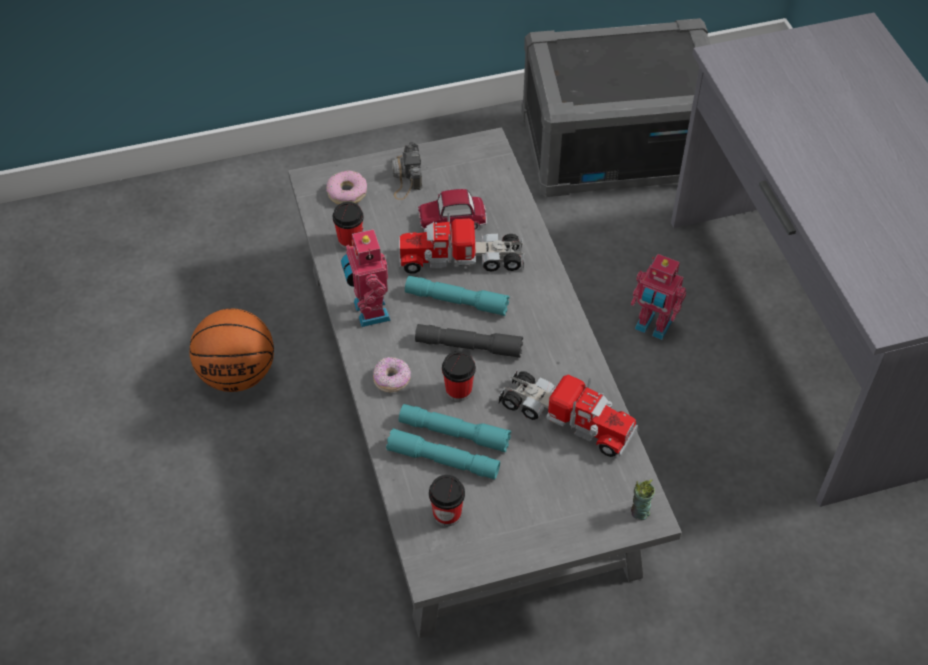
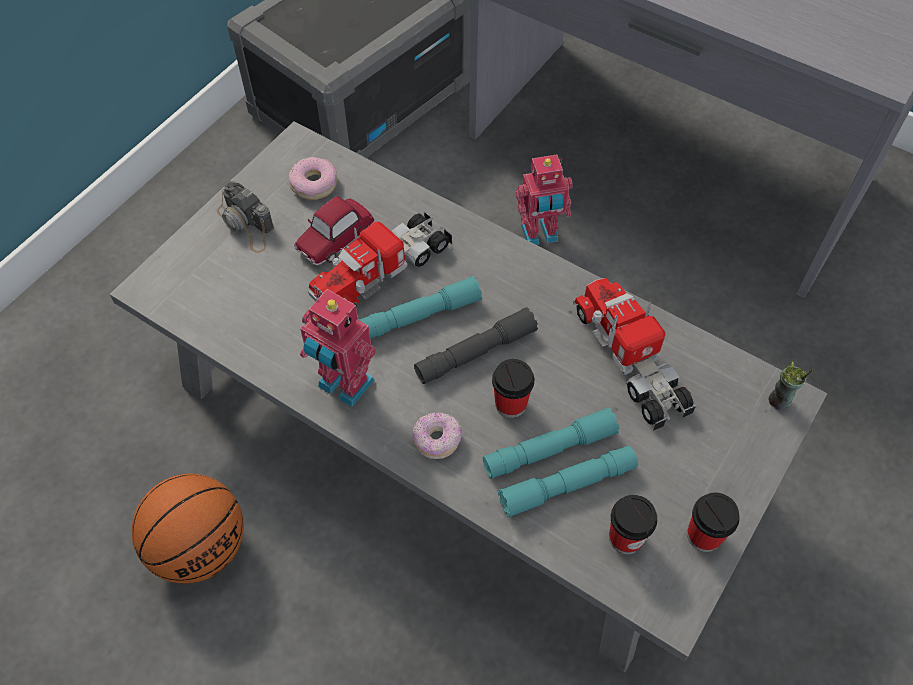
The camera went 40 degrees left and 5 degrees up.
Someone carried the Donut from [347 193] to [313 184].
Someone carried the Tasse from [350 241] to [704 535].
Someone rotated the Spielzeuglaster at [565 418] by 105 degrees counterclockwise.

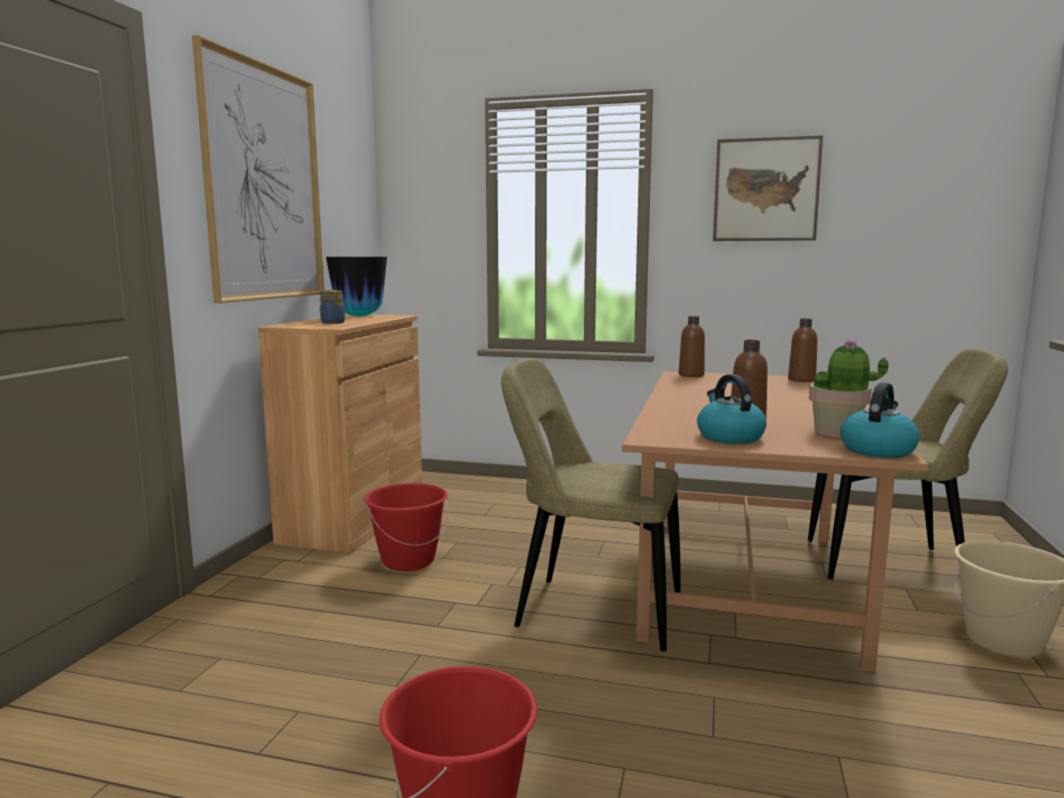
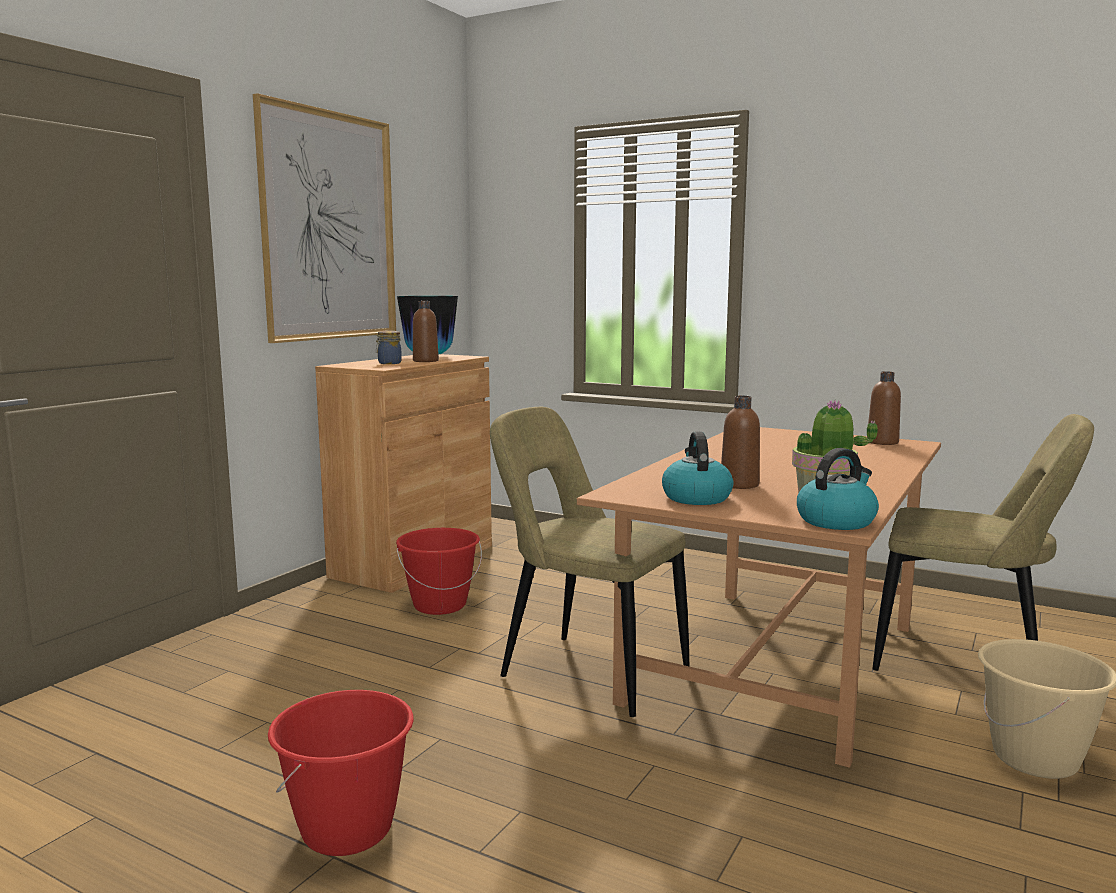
The camera went 15 degrees right and 0 degrees up.
Someone took away the Bild at [766 190].
Someone carried the Flasche/braun from [691 375] to [425 361].

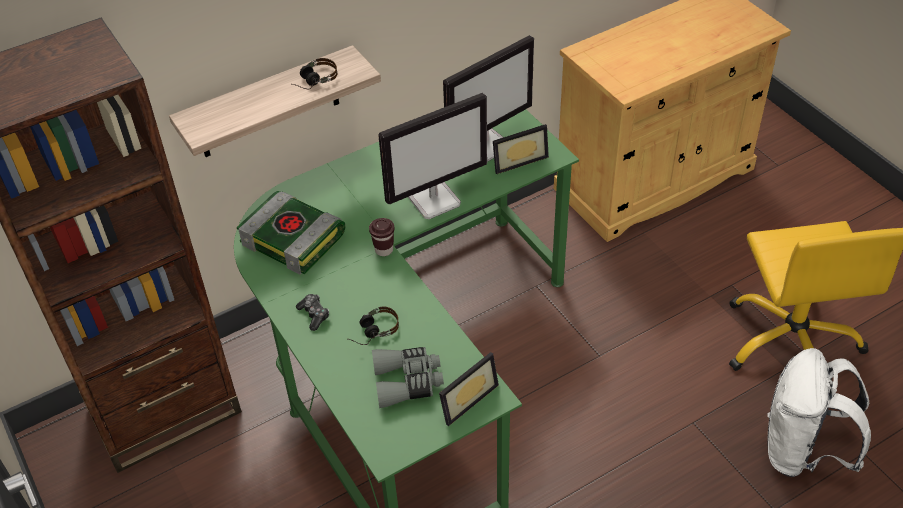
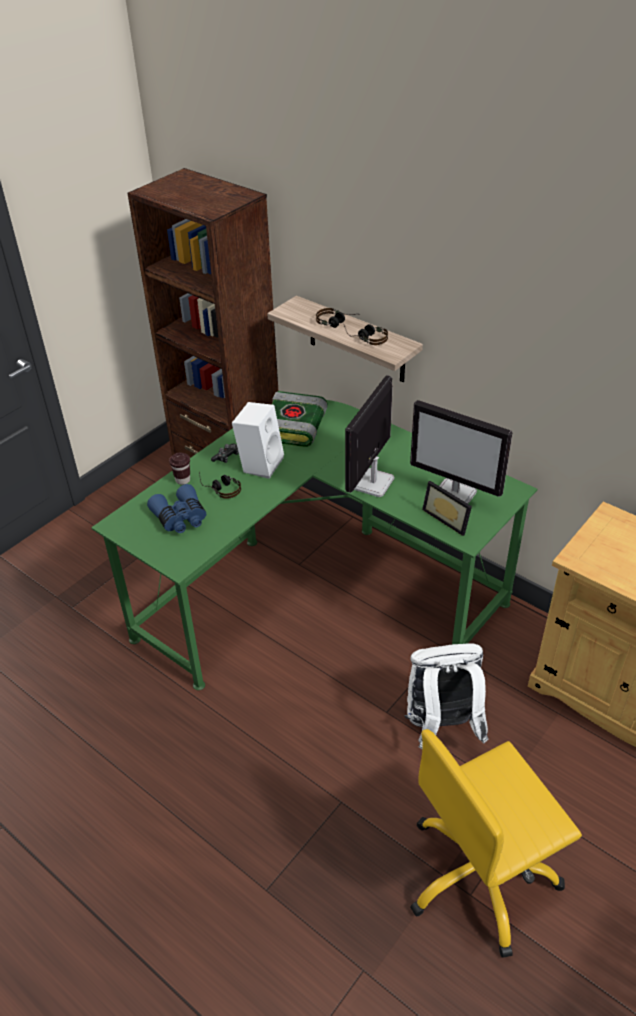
The camera went 70 degrees right and 5 degrees down.
Someone took away the Bilderrahmen at [464 398].
Someone put down the Lautsprecher/weiß at [260 463].
Someone put down the Kopfhörer at [337 323].
Someone carried the Tasse/braun from [384 250] to [182 480].
Someone carried the Rucksack/weiß from [802 451] to [441 727].
Someone repainted the Fernglas/grau at [408 381], which became the Fernglas/blau at [180 518].
Someone rotated the Monitor at [435 200] by 75 degrees clockwise.

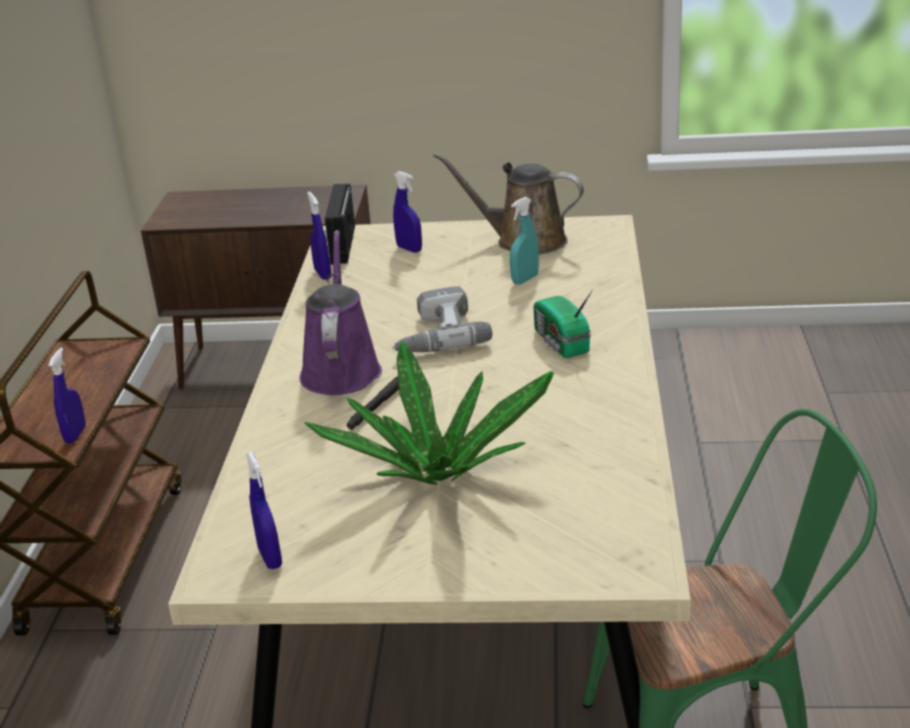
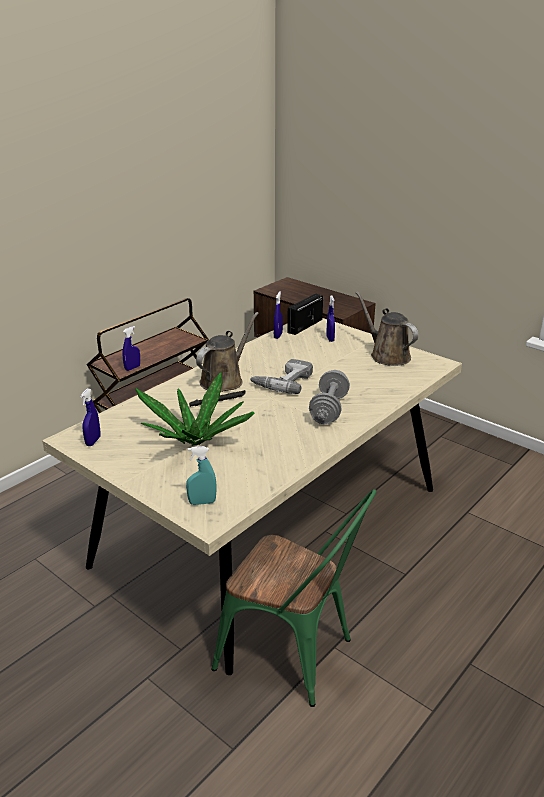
The camera went 35 degrees right and 0 degrees up.
Someone carried the Sprühflasche/türkis from [525 279] to [202 502].
Someone swapped the Radio at [560 343] for the Hantel/grau at [329 409].
Someone repainted the Gießkanne/lila at [341 369], which became the Gießkanne/braun at [224 380].

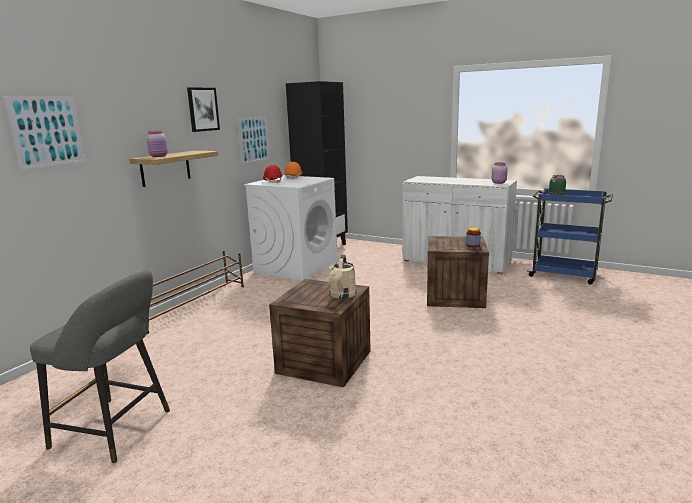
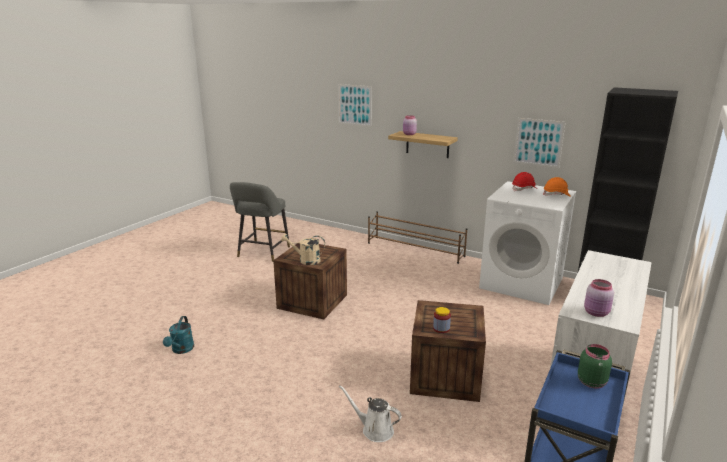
The camera went 90 degrees right and 5 degrees up.
Someone took away the Bild at [203 109].
Someone put down the Gießkanne/türkis at [181 350].
Someone put down the Gießkanne/weiß at [374 430].

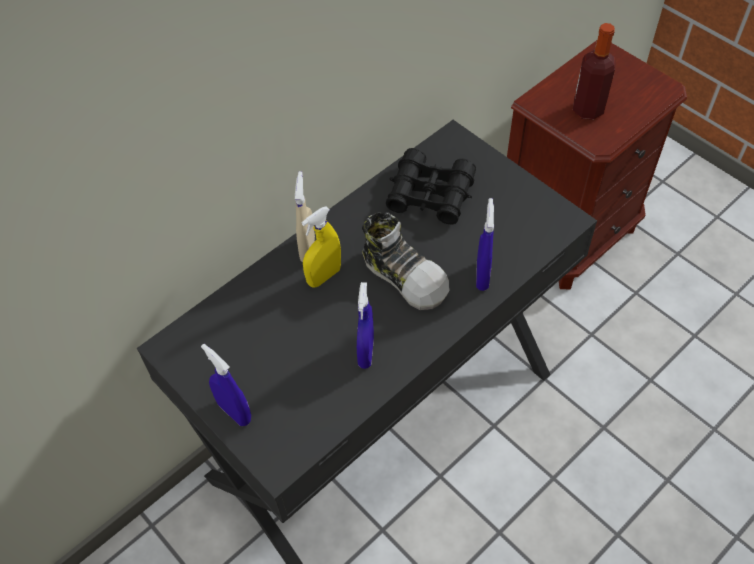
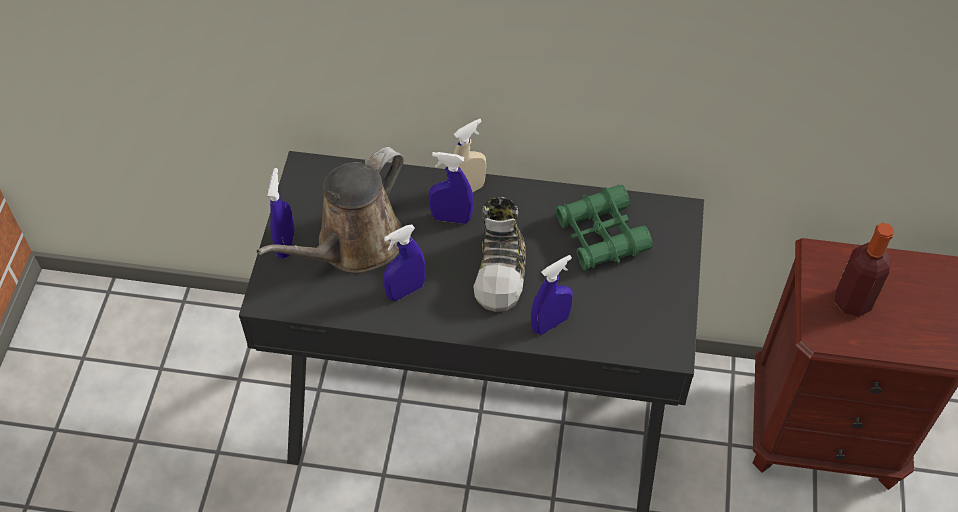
The camera went 50 degrees right and 0 degrees up.
Someone put down the Gießkanne/braun at [354 245].
Someone repainted the Sprühflasche/gelb at [324 276], which became the Sprühflasche/blau at [451 218].
Someone repainted the Fernglas/schwarz at [430 195], which became the Fernglas/grün at [601 235].

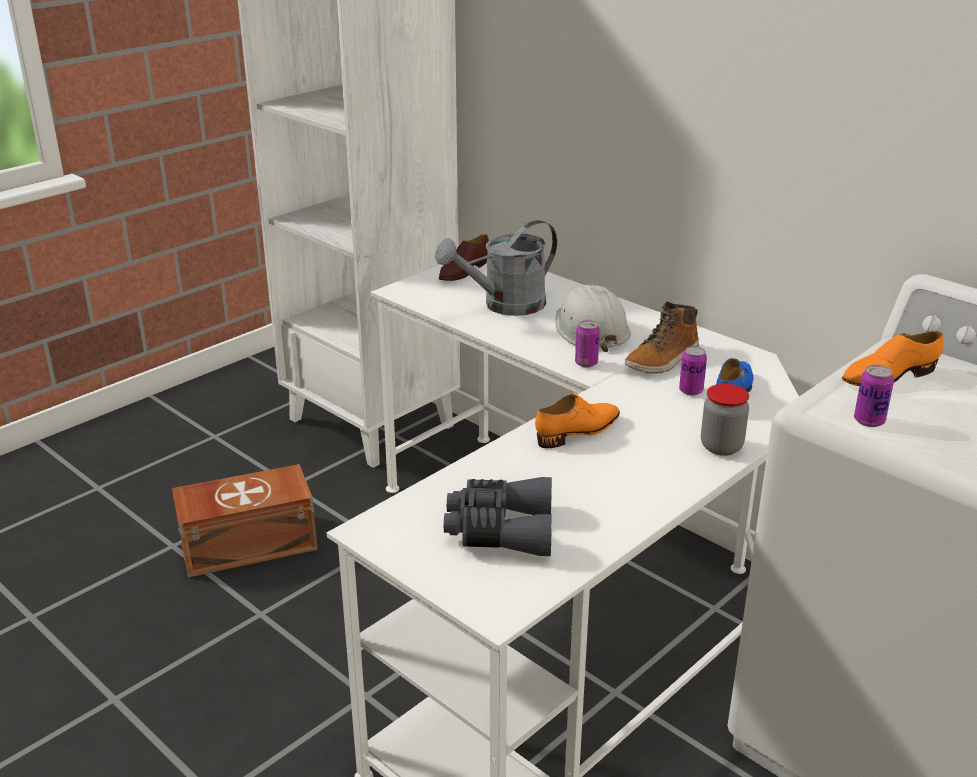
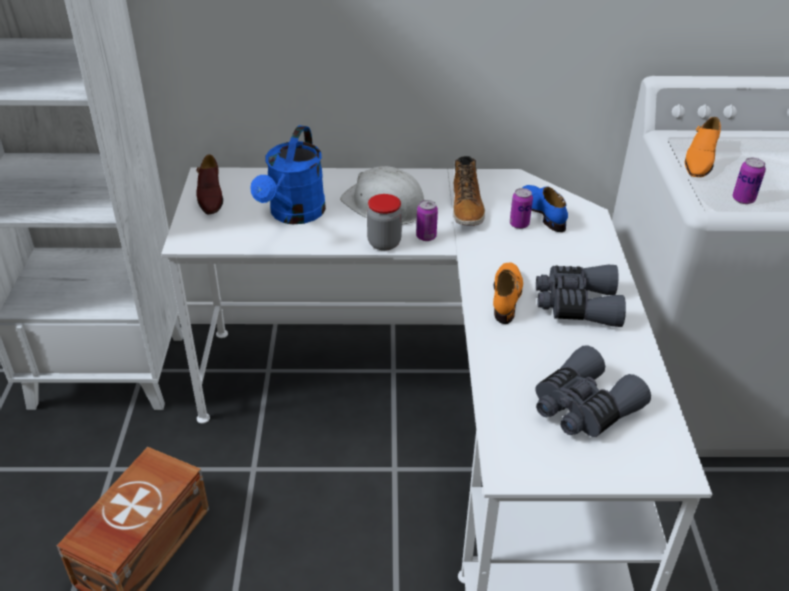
The camera went 45 degrees left and 10 degrees up.
Someone put down the Fernglas/grau at [577 305].
Someone carried the Vorratsglas from [721 447] to [384 243].
Someone repainted the Gießkanne/grau at [504 306], which became the Gießkanne/blau at [294 215].

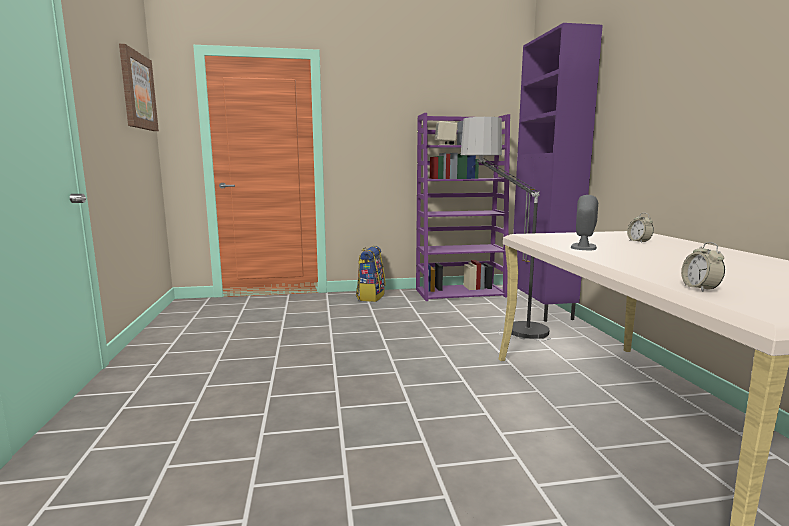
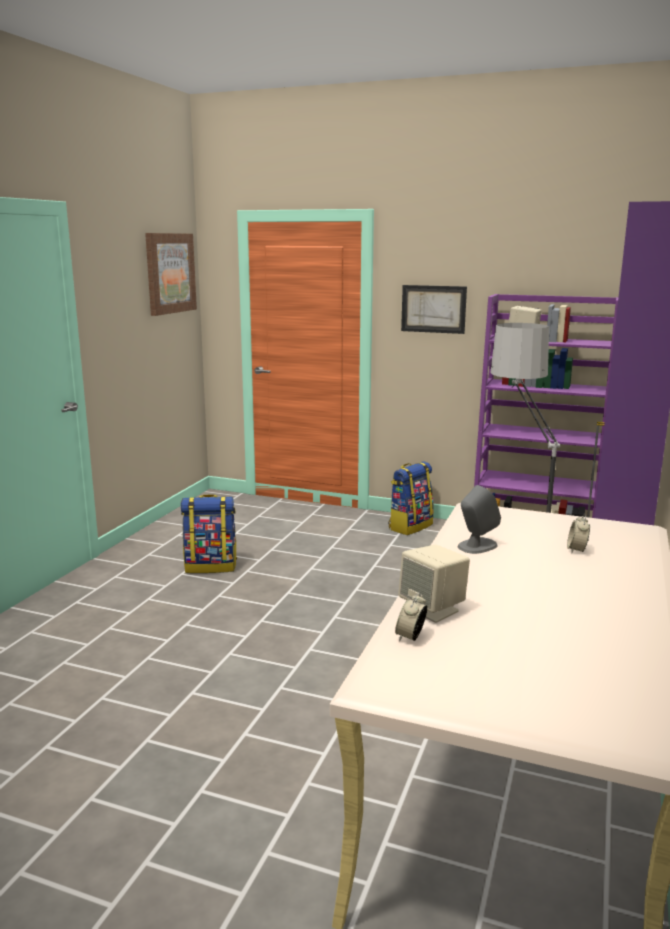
The camera went 30 degrees right and 5 degrees up.
Someone put down the Rucksack at [211 566].
Someone put down the Lautsprecher/beige at [433 609].
Someone put up the Bild at [433 309].

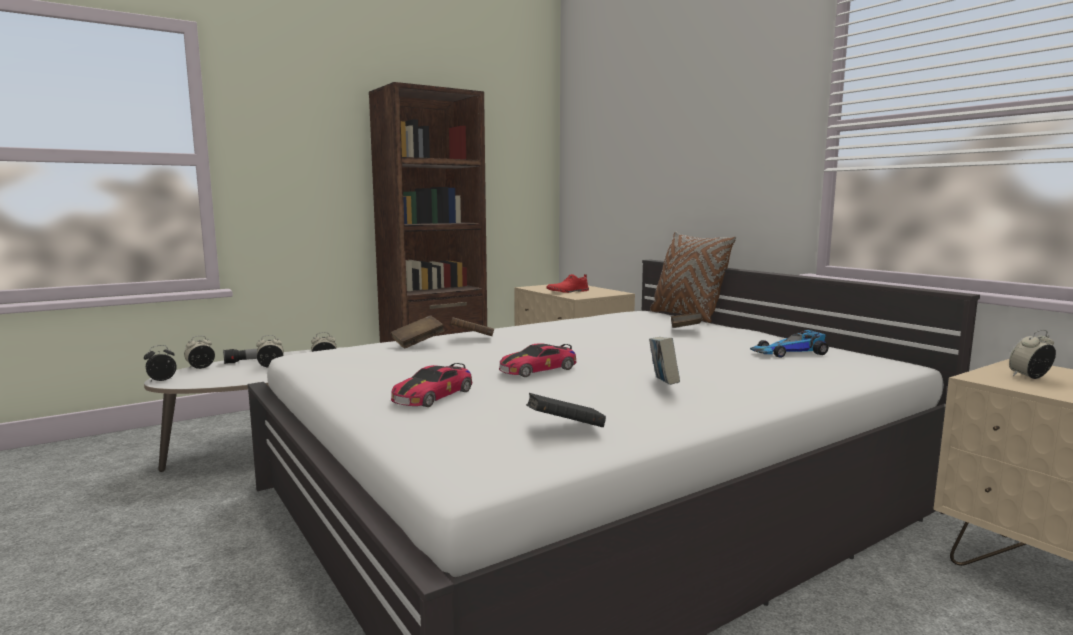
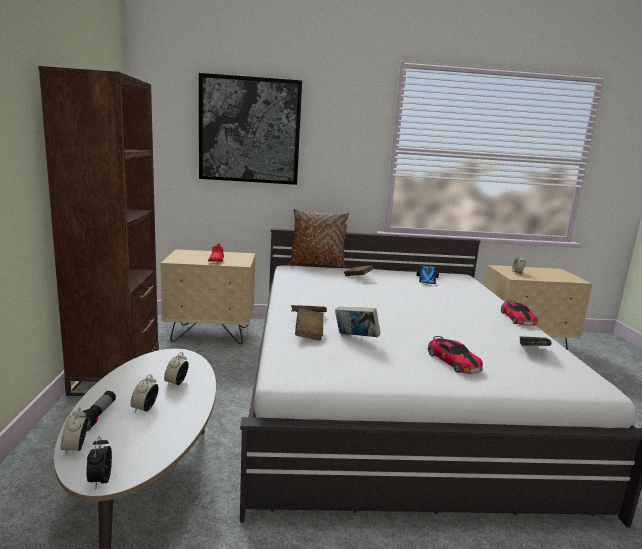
The camera went 60 degrees left and 5 degrees up.
Someone put up the Bild at [249 130].
Someone carried the Spielzeugauto from [538 369] to [517 318].
Someone carried the Buch from [663 385] to [355 338].

